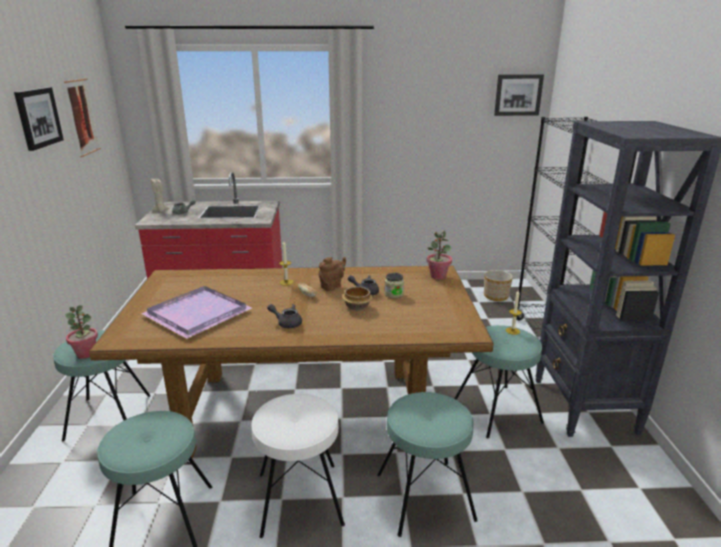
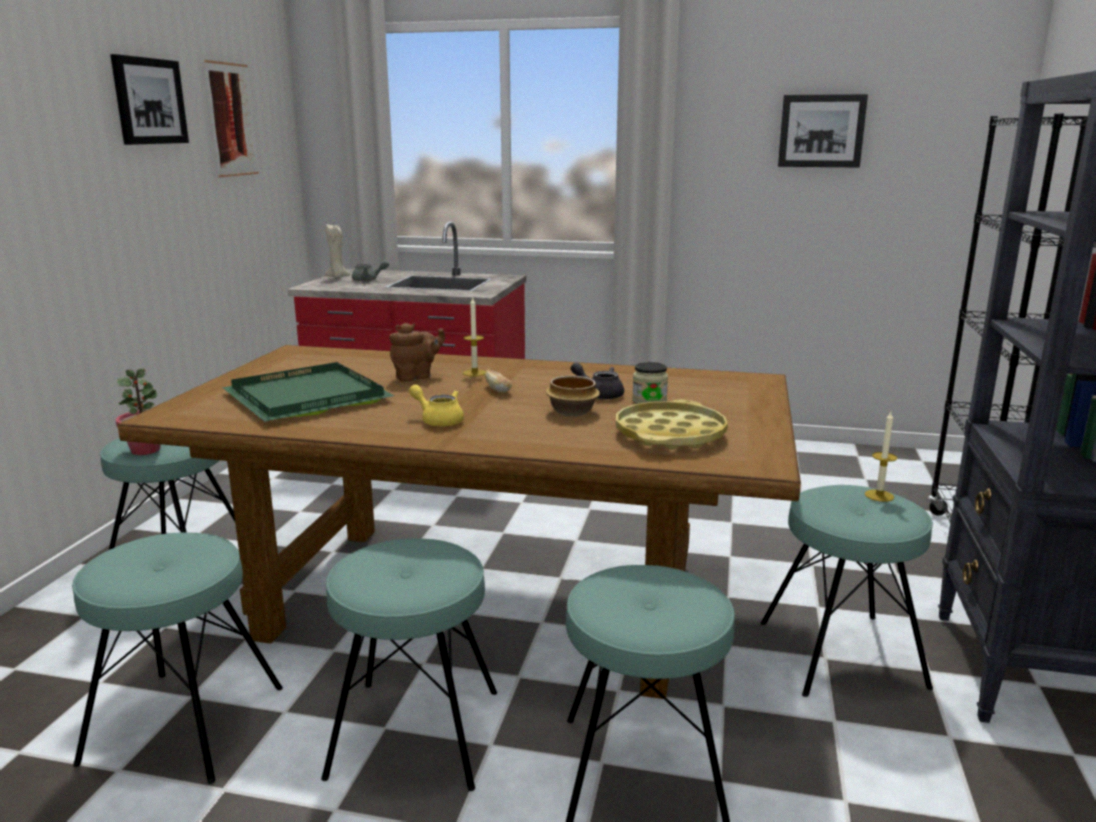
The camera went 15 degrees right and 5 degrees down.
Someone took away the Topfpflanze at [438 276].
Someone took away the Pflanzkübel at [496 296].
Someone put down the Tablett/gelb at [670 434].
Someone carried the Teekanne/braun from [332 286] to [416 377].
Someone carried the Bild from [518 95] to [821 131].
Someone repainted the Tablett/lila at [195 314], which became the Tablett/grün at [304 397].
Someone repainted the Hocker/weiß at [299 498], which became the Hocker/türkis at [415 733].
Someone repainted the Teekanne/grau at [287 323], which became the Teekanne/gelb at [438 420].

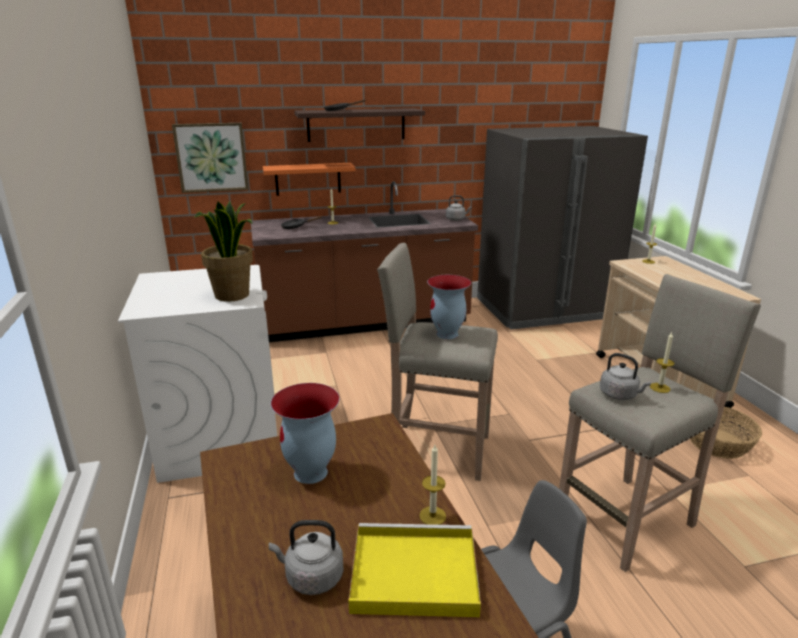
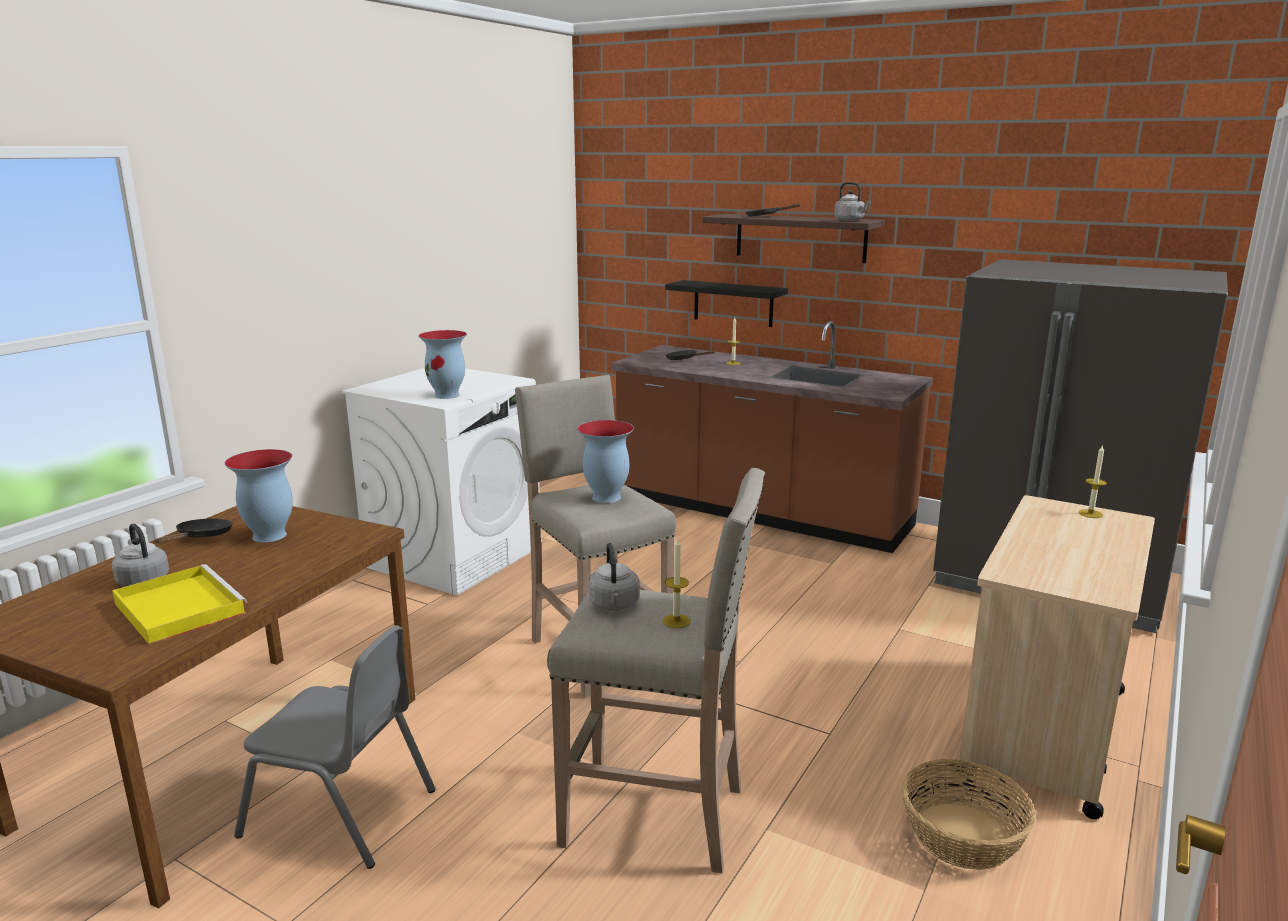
The camera went 45 degrees right and 5 degrees down.
Someone took away the Bild at [211 157].
Someone took away the Kerze at [432 516].
Someone put down the Pfanne/schwarz at [201 537].
Someone carried the Wasserkessel/grau from [456 219] to [850 220].
Someone swapped the Topfpflanze at [232 295] for the Vase at [448 395].
Someone repainted the Wandregal/orange at [308 179], which became the Wandregal/schwarz at [733 303].

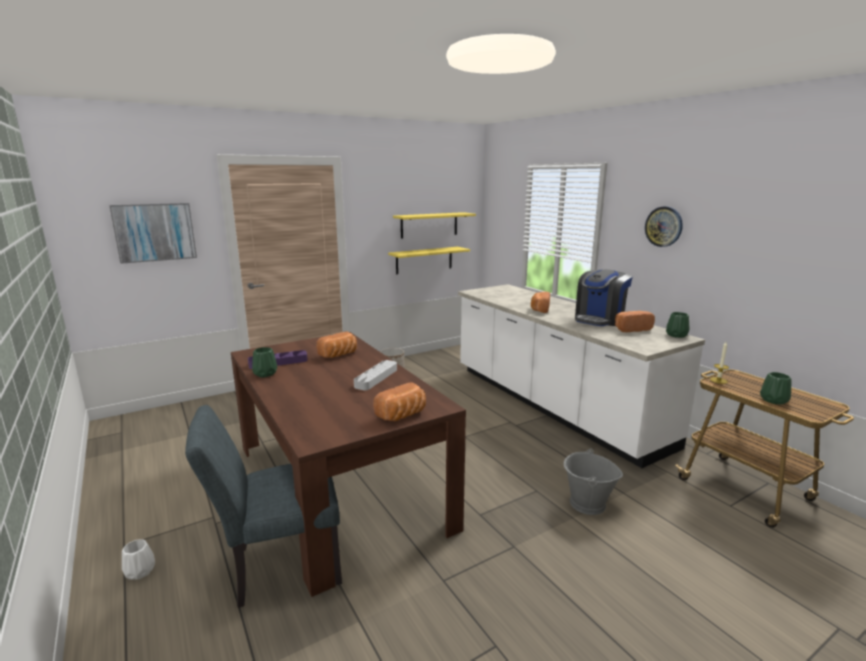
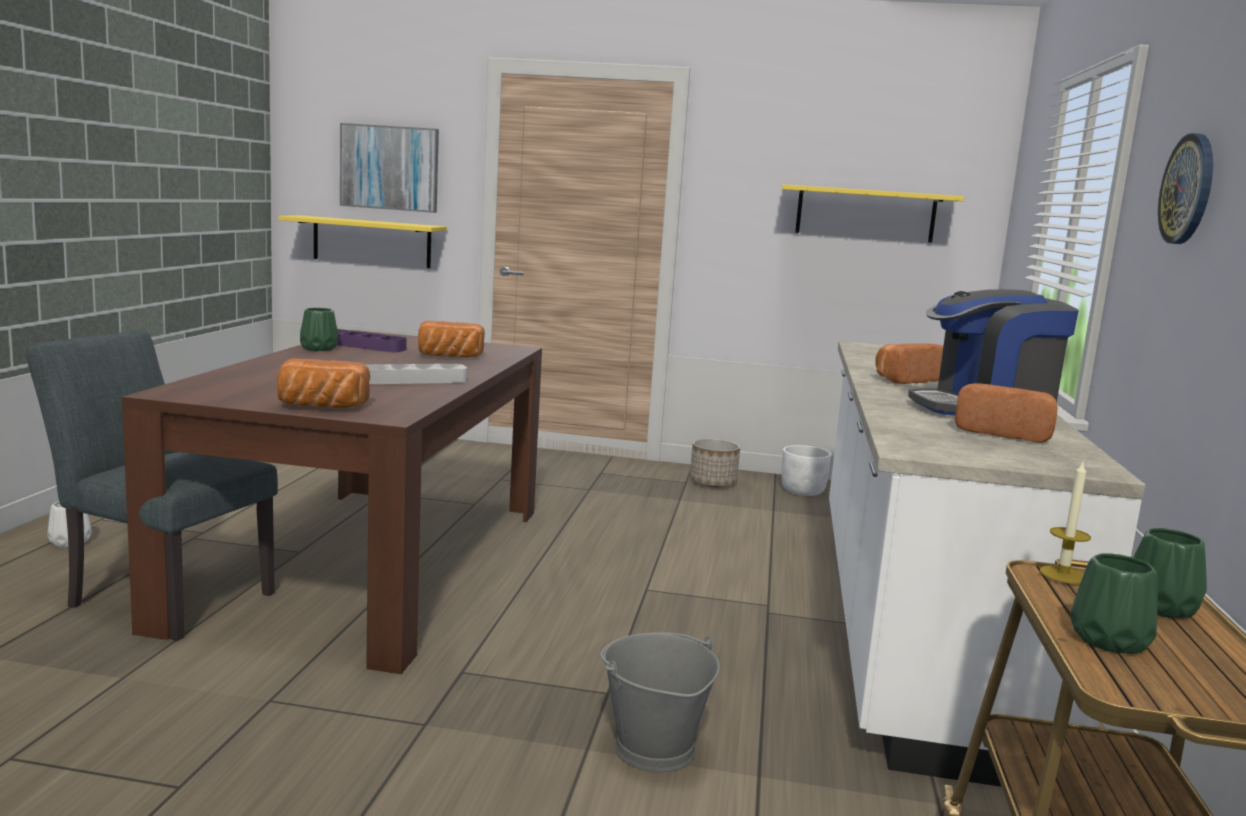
The camera went 40 degrees right and 5 degrees down.
Someone put down the Pflanzkübel/weiß at [803 491].
Someone carried the Wandregal/gelb from [424 260] to [372 242].
Someone carried the Vase/grün from [676 335] to [1161 607].

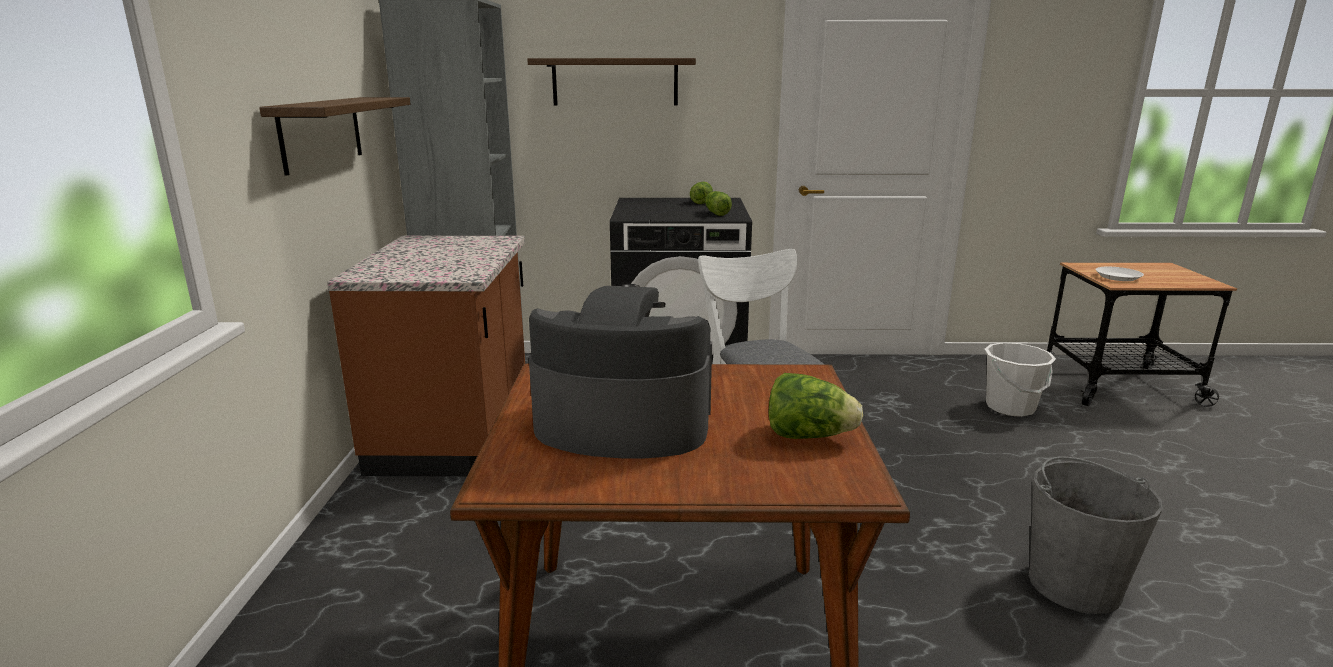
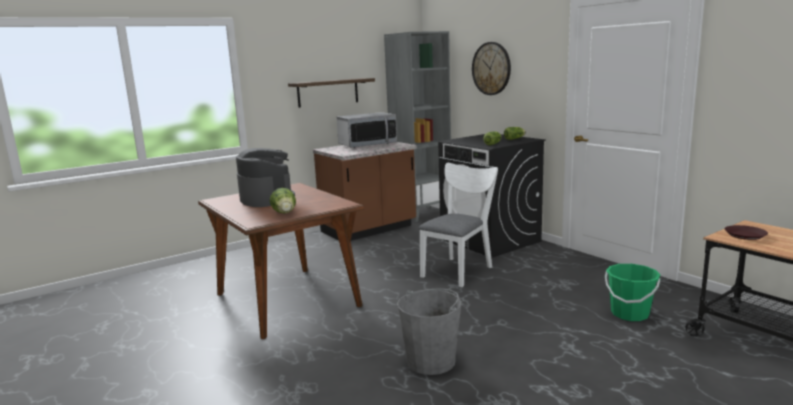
The camera went 55 degrees right and 5 degrees down.
Someone put down the Mikrowelle at [367 144].
Someone swapped the Wandregal at [615 82] for the Wanduhr at [491 68].
Someone repainted the Eimer/weiß at [1010 407], which became the Eimer/grün at [629 314].
Someone repainted the Teller/weiß at [1117 277], which became the Teller/braun at [745 235].

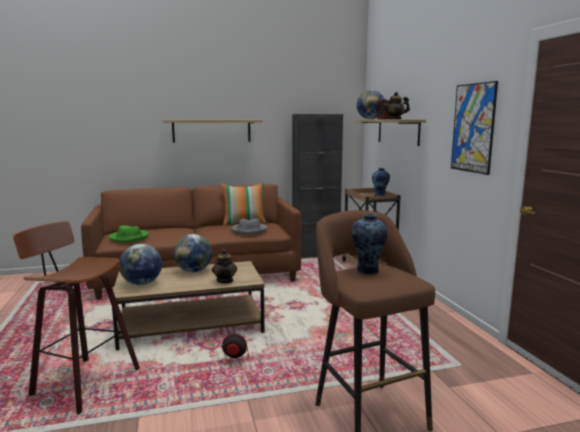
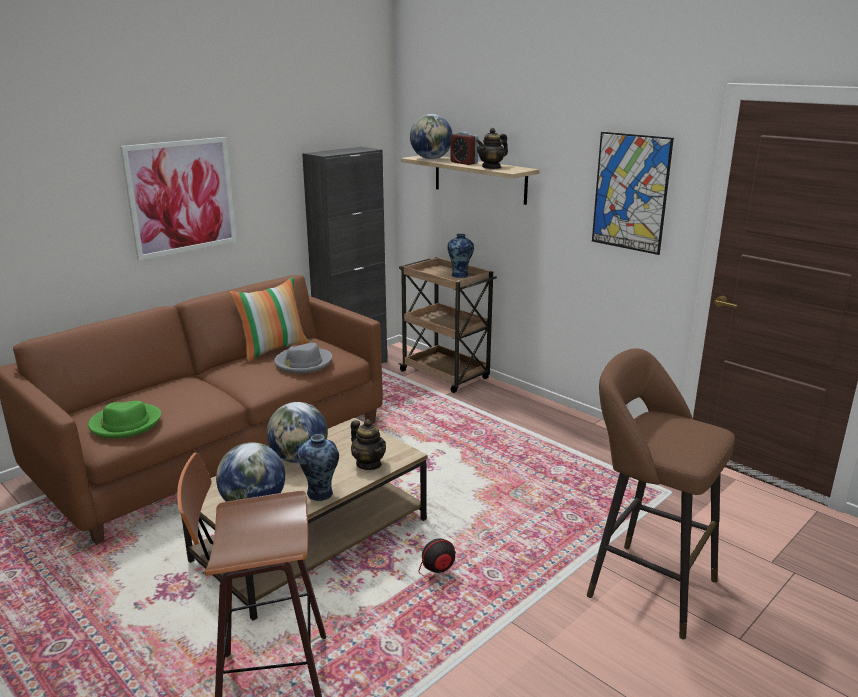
The camera went 30 degrees left and 10 degrees up.
Someone carried the Vase from [368 271] to [320 494].
Someone swapped the Wandregal at [212 131] for the Bild at [182 197].

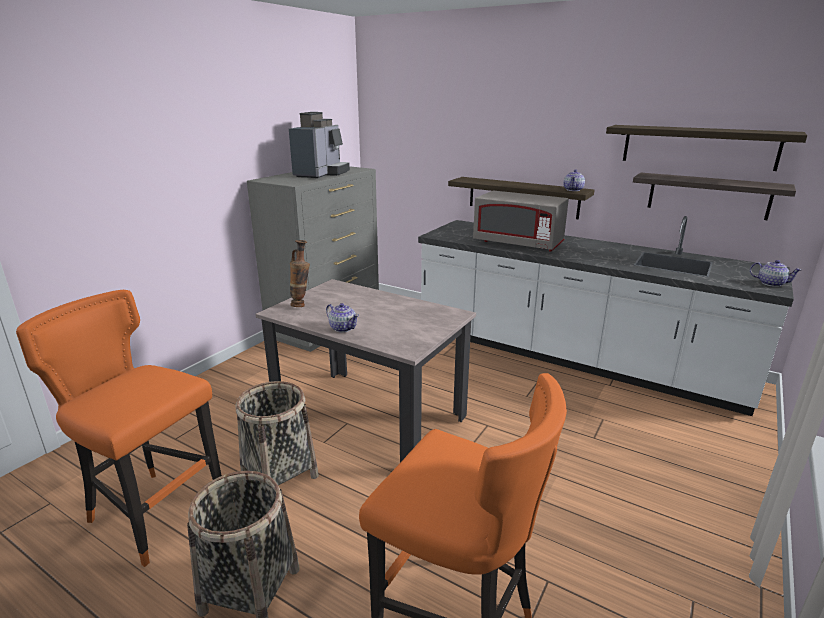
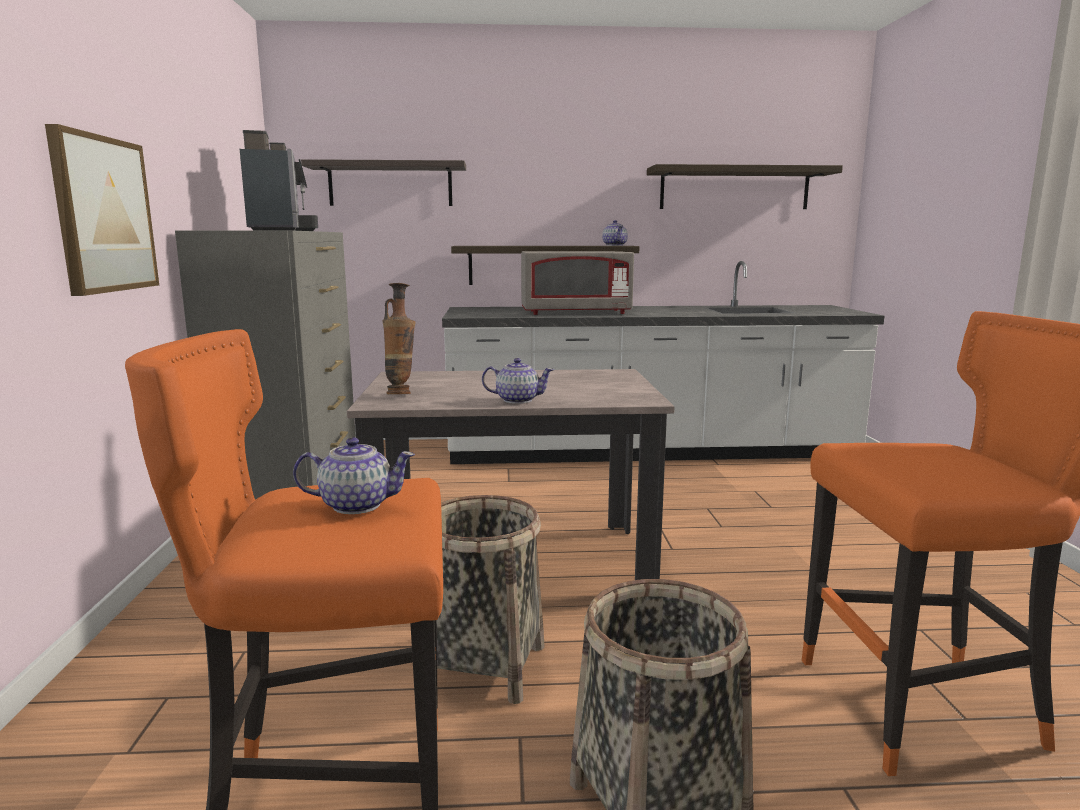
The camera went 35 degrees left and 10 degrees down.
Someone put up the Bild at [103 214].
Someone carried the Wandregal from [708 195] to [390 185].
Someone carried the Teekanne from [770 283] to [356 505].

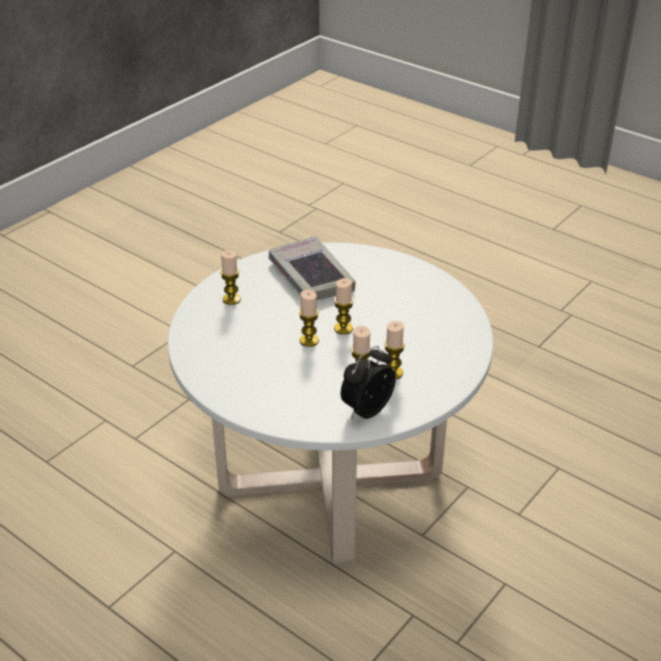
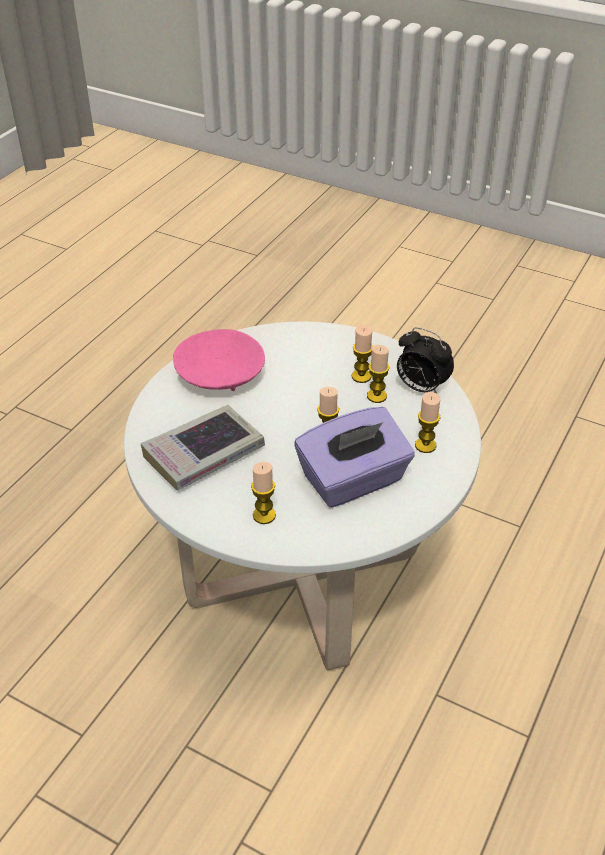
The camera went 100 degrees left and 5 degrees up.
Someone put down the Schüssel/rosa at [219 375].
Someone put down the Taschentuchbox/lila at [353 480].
Someone carried the Kerze from [343 328] to [425 445].

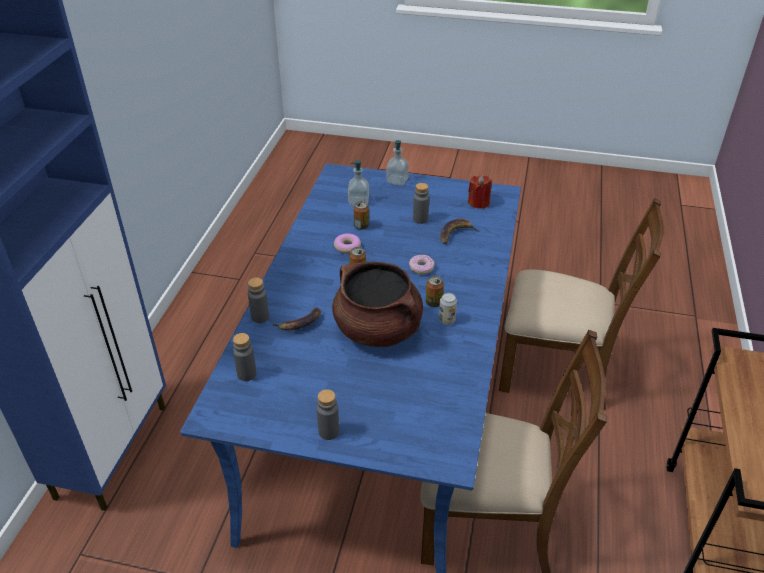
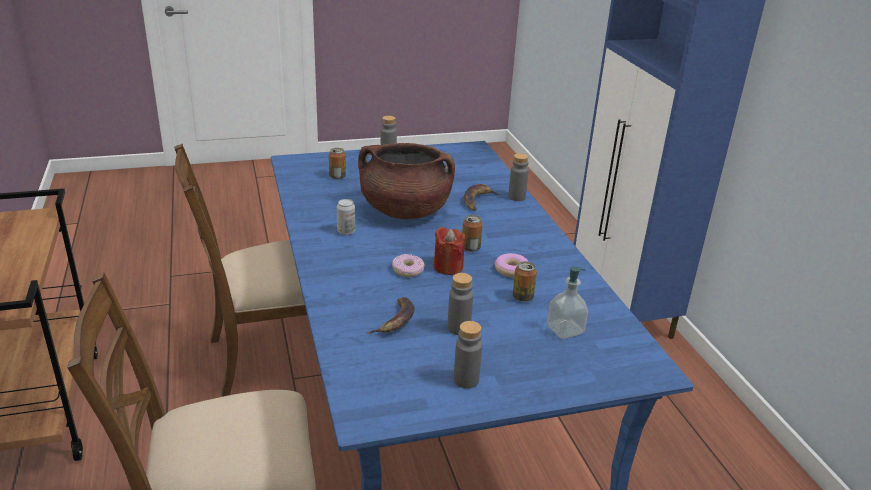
The camera went 150 degrees right and 10 degrees down.
Someone took away the Seifenspender at [397 181].
Someone carried the Flasche/grau from [247 374] to [466 380].
Someone carried the Dose from [434 303] to [337 177].
Someone carried the Kerze/rot from [479 203] to [448 267].

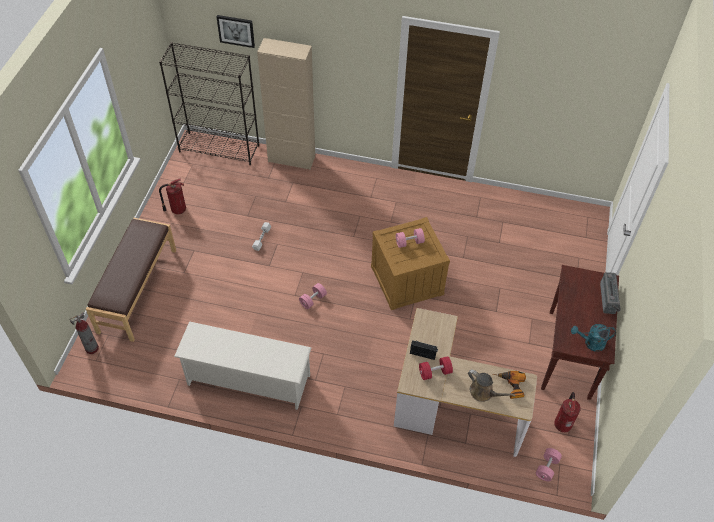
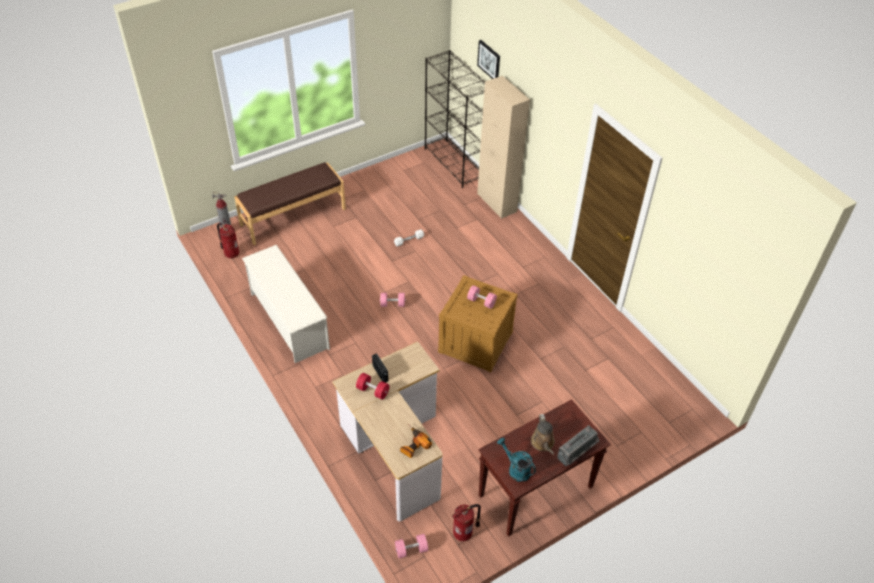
The camera went 45 degrees right and 5 degrees down.
Someone carried the Feuerlöscher from [177 209] to [231 253].
Someone carried the Gießkanne/braun from [483 392] to [543 443].

